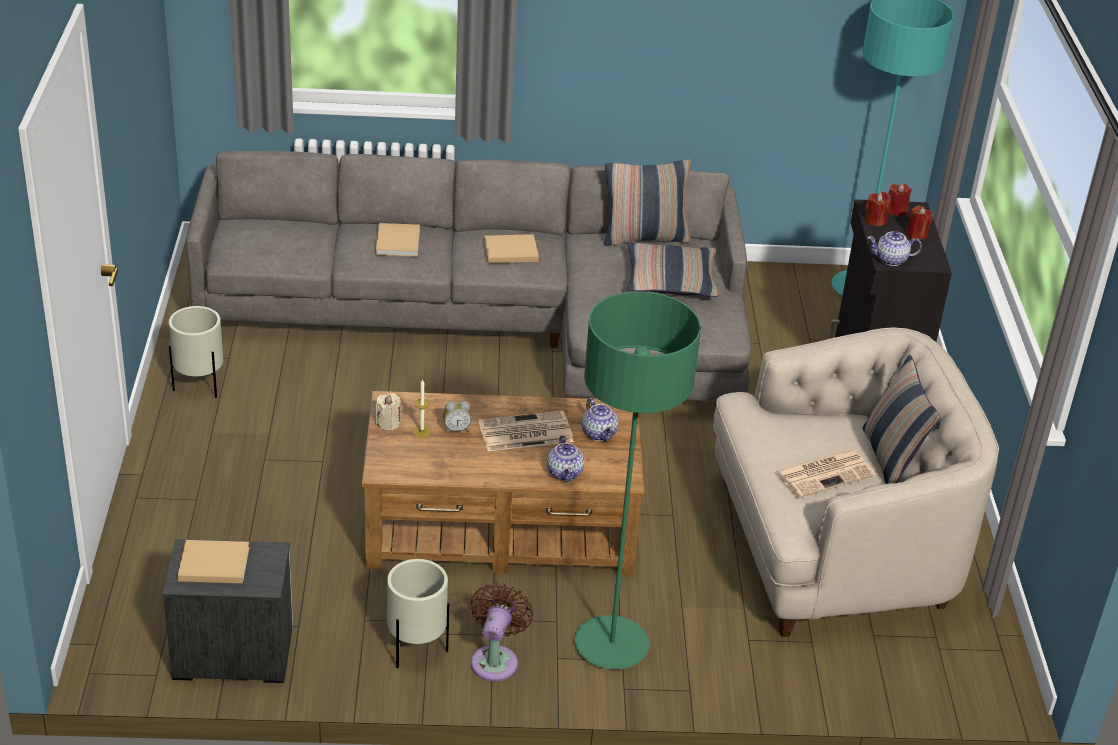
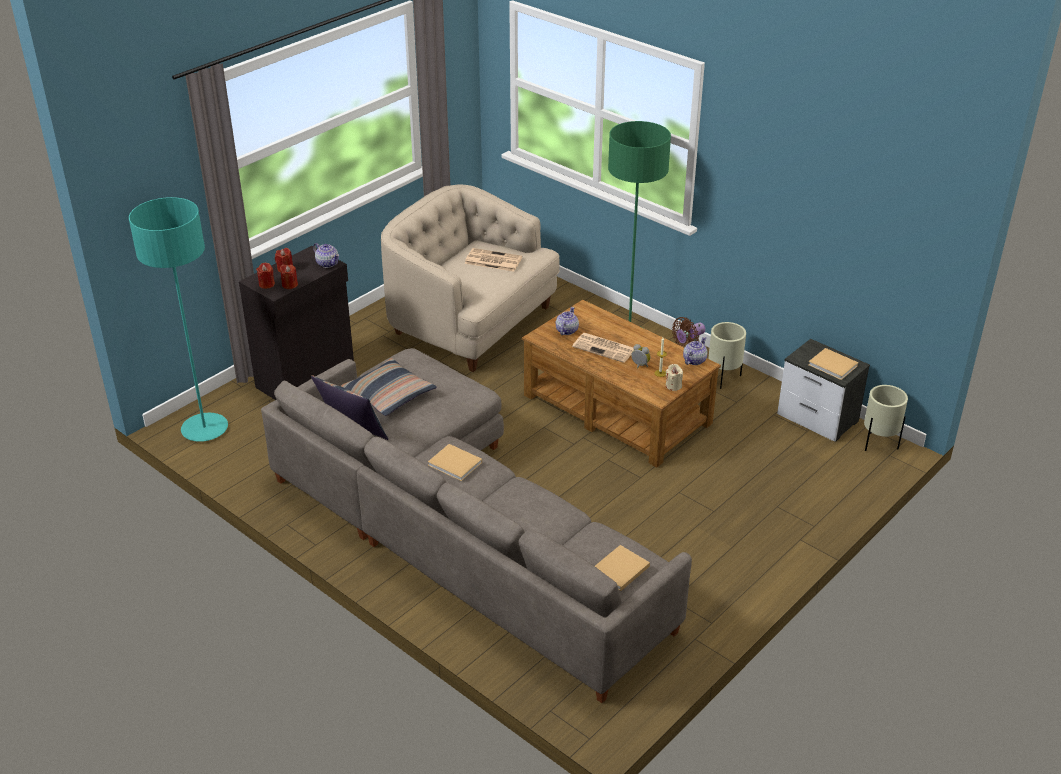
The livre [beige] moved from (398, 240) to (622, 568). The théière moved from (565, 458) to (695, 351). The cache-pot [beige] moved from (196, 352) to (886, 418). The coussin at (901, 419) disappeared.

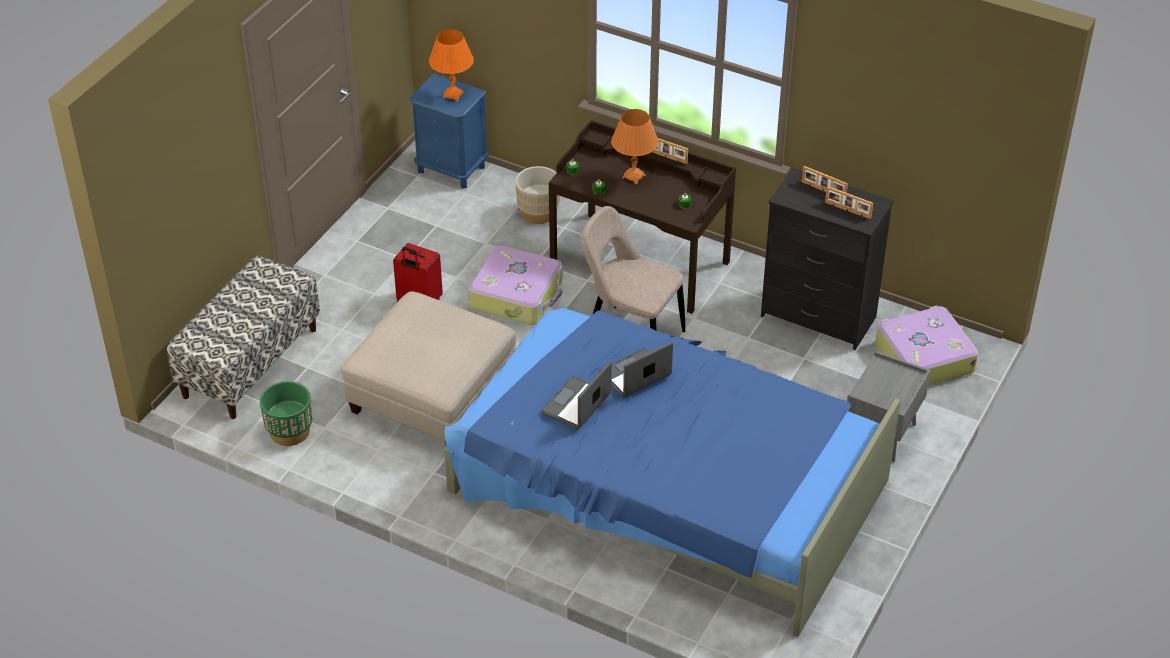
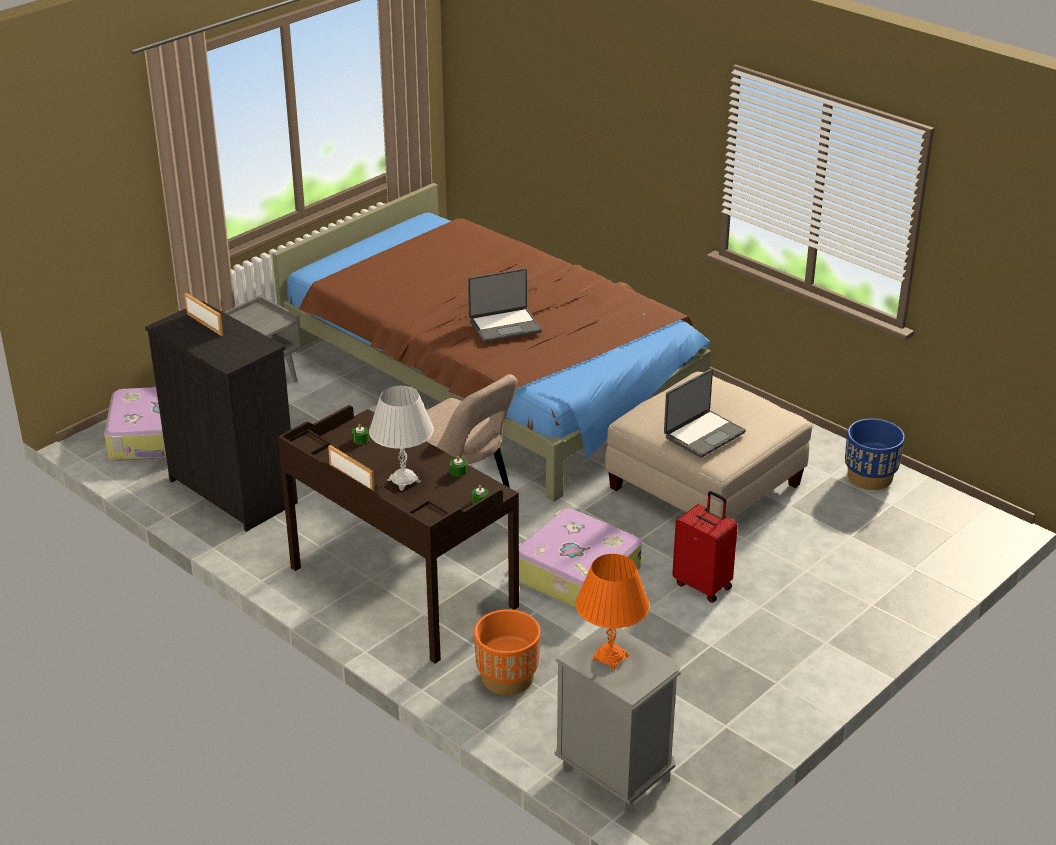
The lit [bleu] at (672, 472) became the lit [marron] at (491, 342). The lampe de table [orange] at (635, 146) became the lampe de table [blanc] at (401, 438). The cache-pot [beige] at (538, 195) became the cache-pot [orange] at (507, 652). The table de chevet [bleu] at (449, 131) became the table de chevet [gris] at (617, 720). The ordinateur portable moved from (576, 395) to (705, 413). The cache-pot [vert] at (286, 413) became the cache-pot [bleu] at (875, 454). The banc at (243, 337) disappeared. The cadre photo at (825, 179) disappeared.

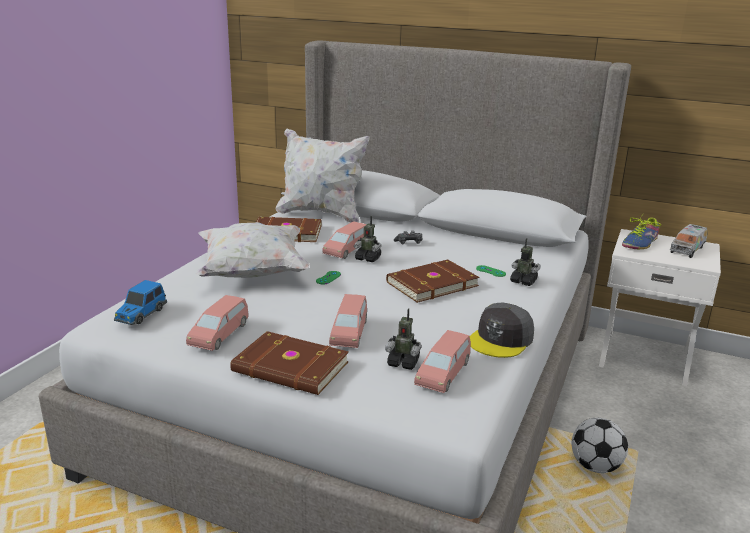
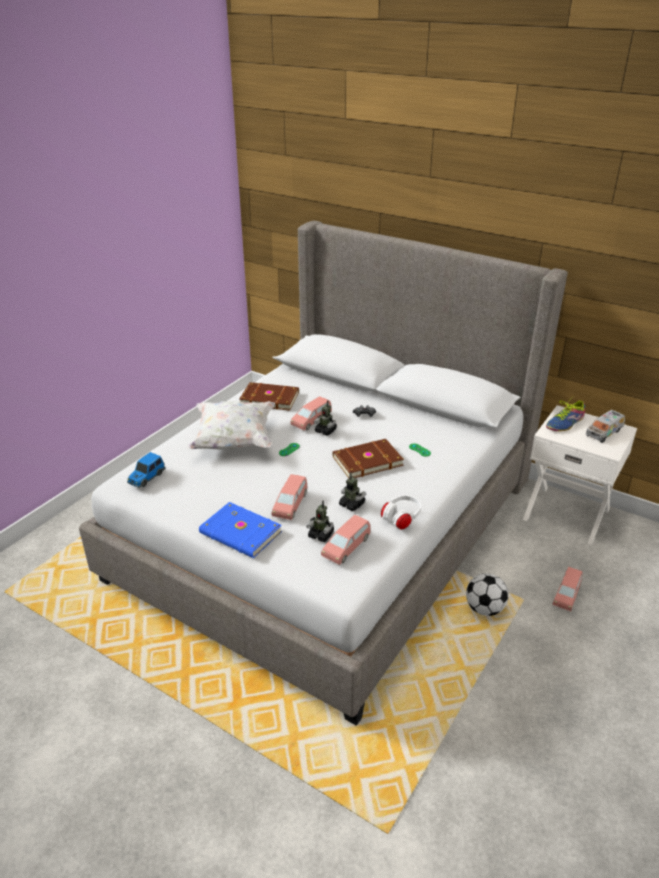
The livre [marron] at (289, 363) became the livre [bleu] at (240, 530). The robot jouet moved from (525, 262) to (352, 491). The casquette [gris] at (502, 330) was replaced by the casque audio [blanc] at (401, 512). The petite voiture [rose] moved from (217, 323) to (568, 589). The coussin [blanc] at (323, 176) disappeared.

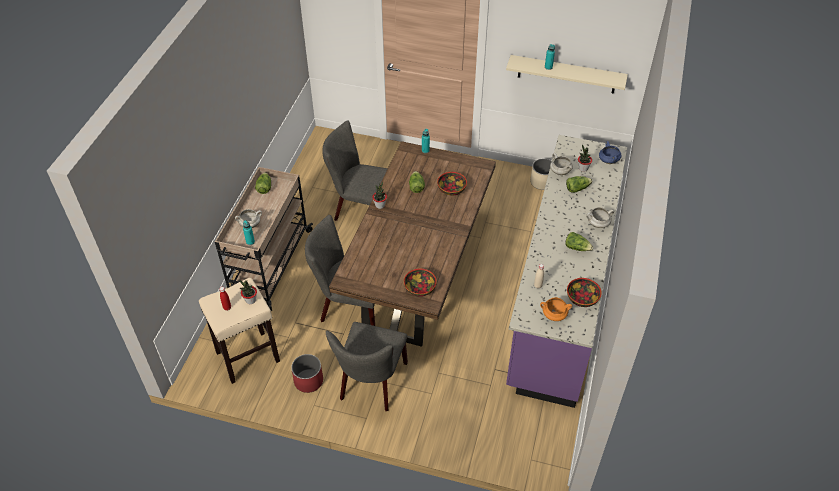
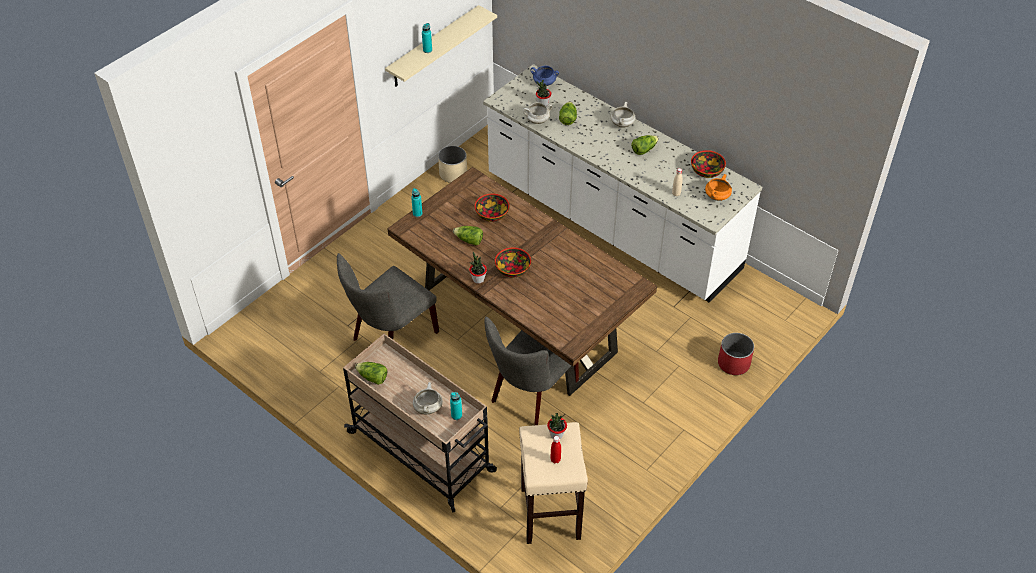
The comptoir de cuisine [violet] at (566, 271) became the comptoir de cuisine [blanc] at (622, 183). The bol moved from (420, 282) to (513, 262). The cache-pot [rouge] moved from (307, 373) to (736, 354). The chaise [gris] at (367, 366) disappeared.

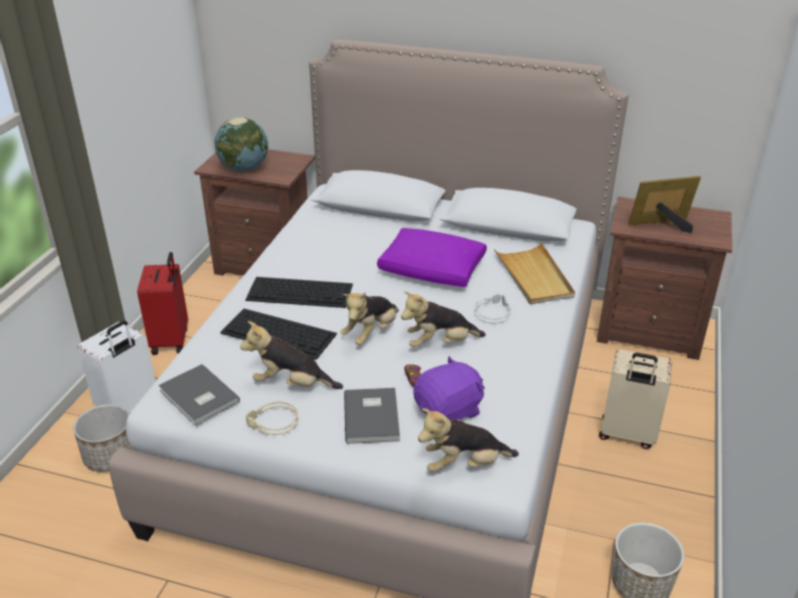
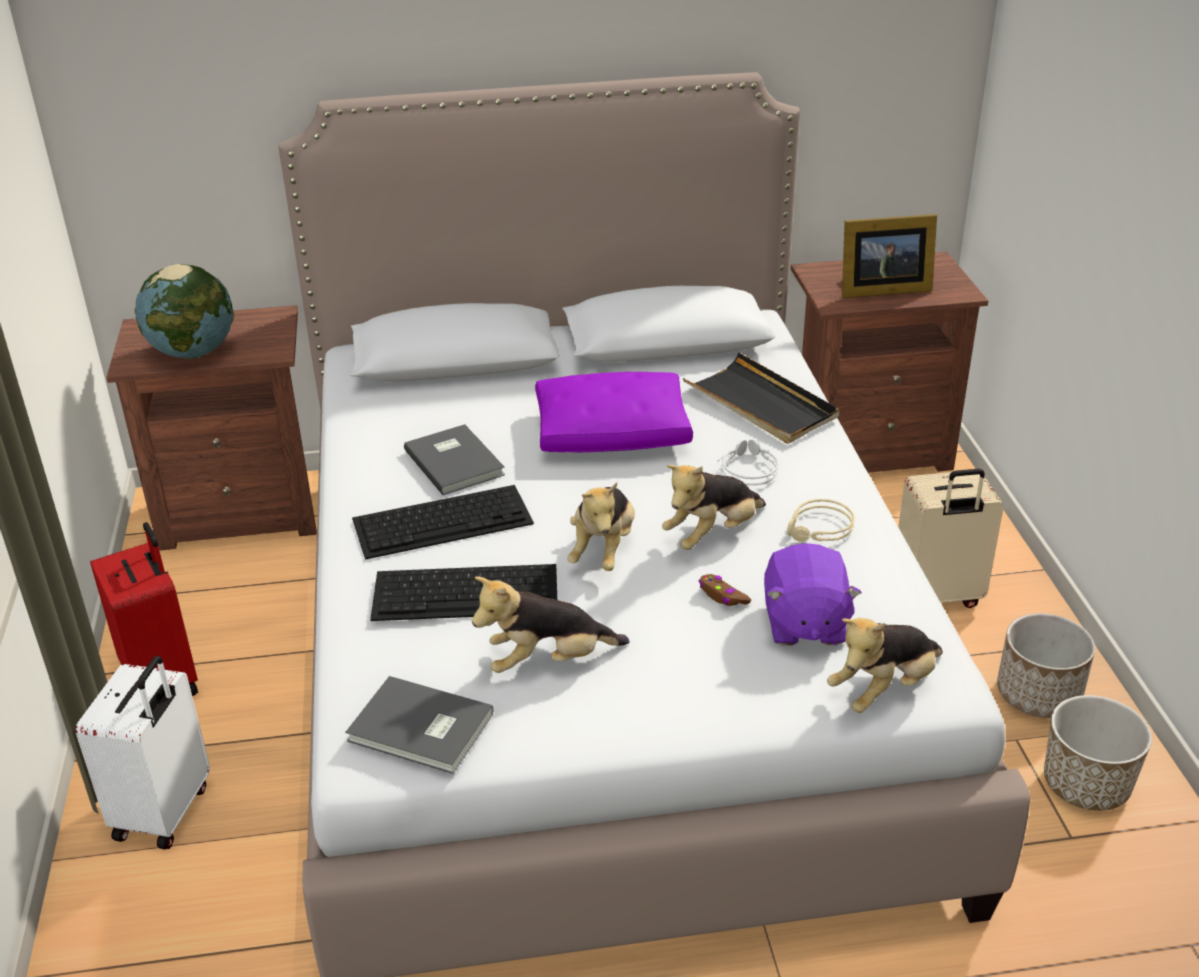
The livre [gris] moved from (372, 416) to (454, 459). The plateau [beige] at (534, 273) became the plateau [noir] at (761, 398). The peluche [violet] at (449, 388) turned 150 degrees clockwise. The casque audio [beige] moved from (272, 418) to (821, 520). The cadre photo at (664, 204) turned 150 degrees counterclockwise. The cache-pot moved from (101, 438) to (1046, 665).

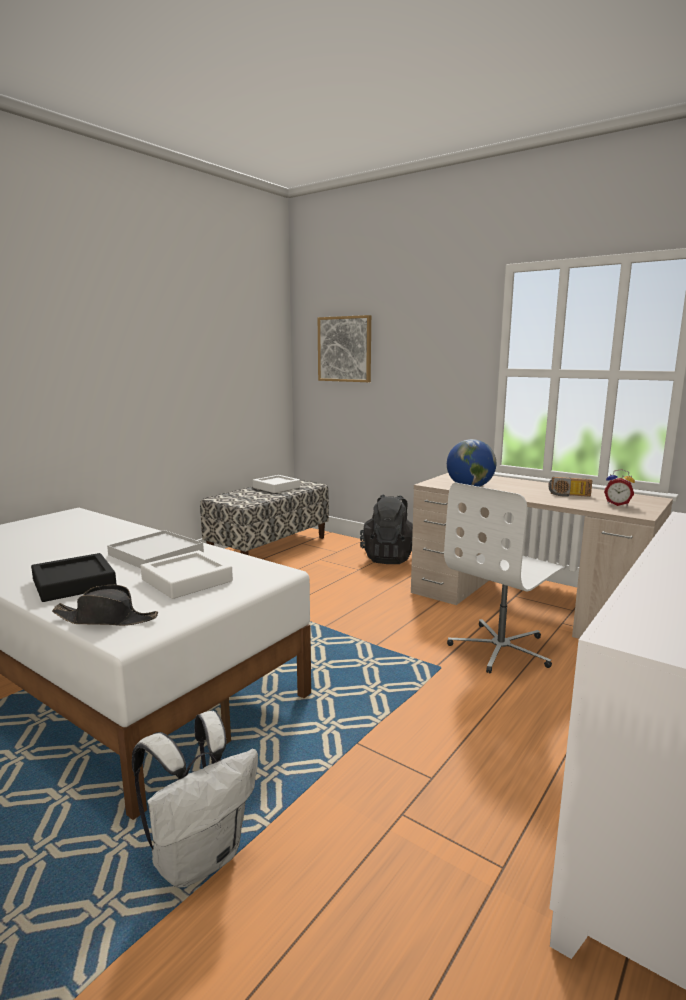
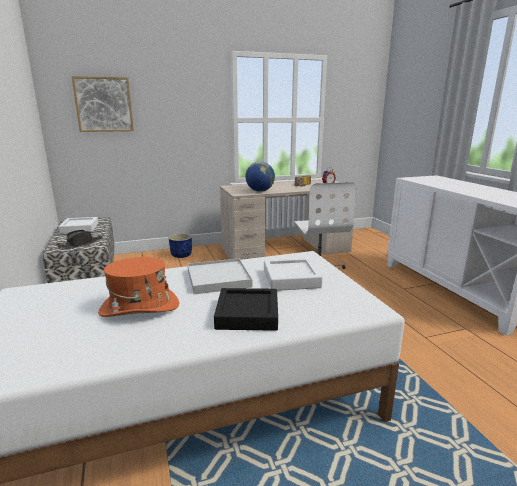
The chapeau [noir] moved from (105, 605) to (79, 239). The chapeau [orange] at (138, 287) appeared. The sac à dos [noir] at (386, 529) was replaced by the cache-pot [bleu] at (180, 245). The sac à dos [blanc] at (195, 799) disappeared.

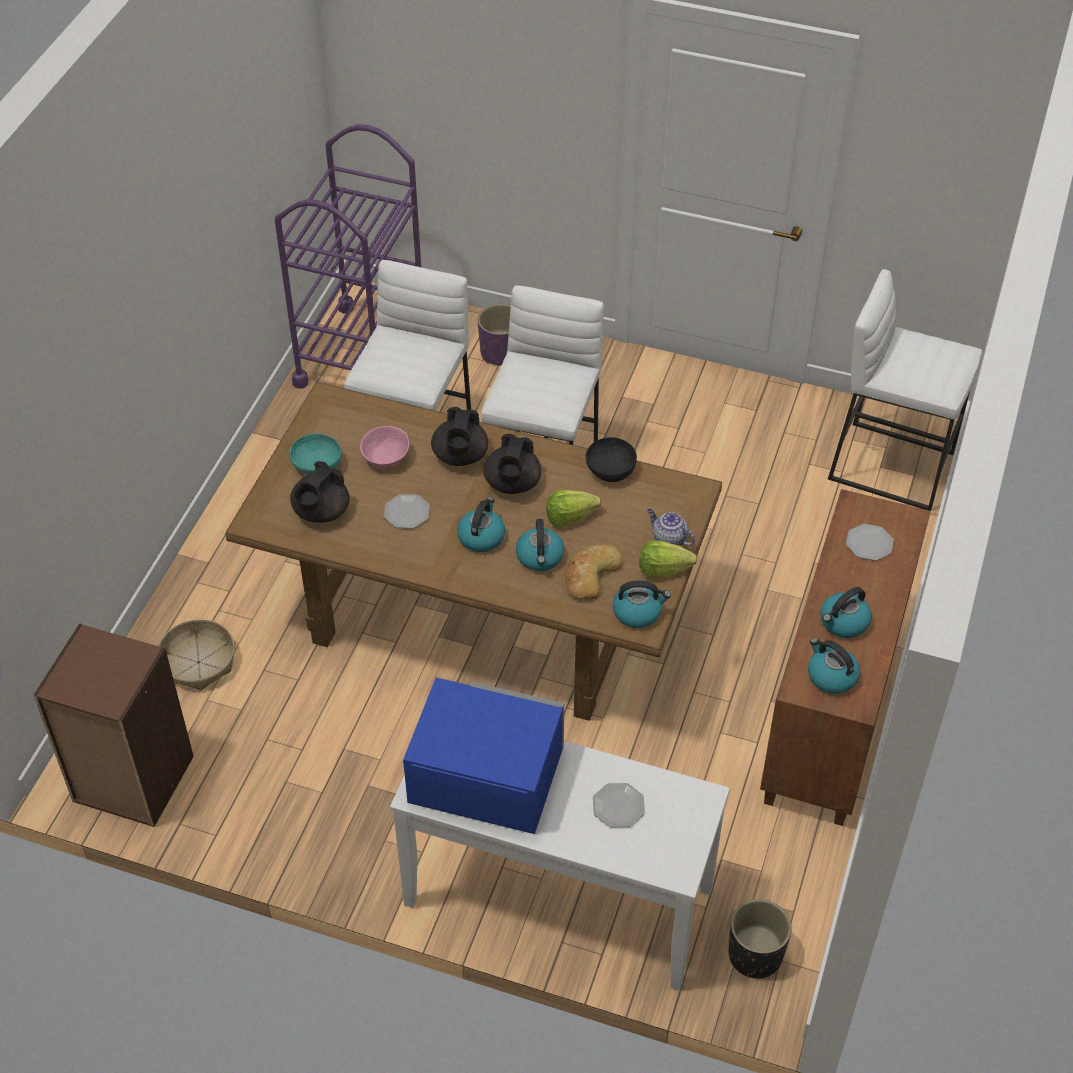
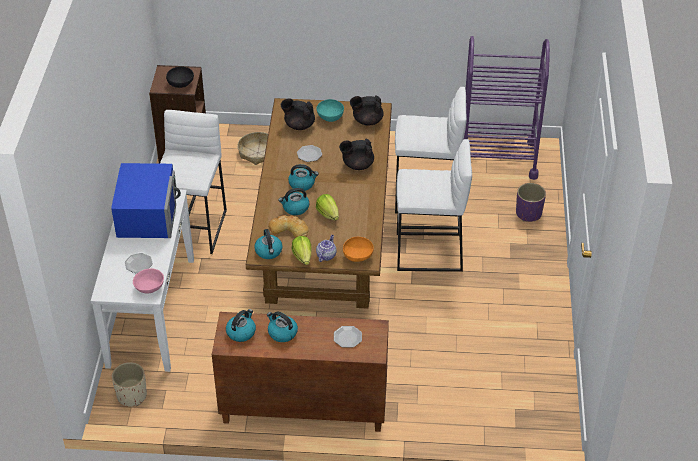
The cache-pot [noir] at (760, 939) became the cache-pot [beige] at (129, 384). The bol [rose] moved from (385, 447) to (148, 280). The tabouret [blanc] moved from (905, 390) to (193, 182). The bol [noir] moved from (611, 459) to (180, 77). The bol [orange] at (358, 249) appeared. The théière [noir] moved from (512, 464) to (367, 110).

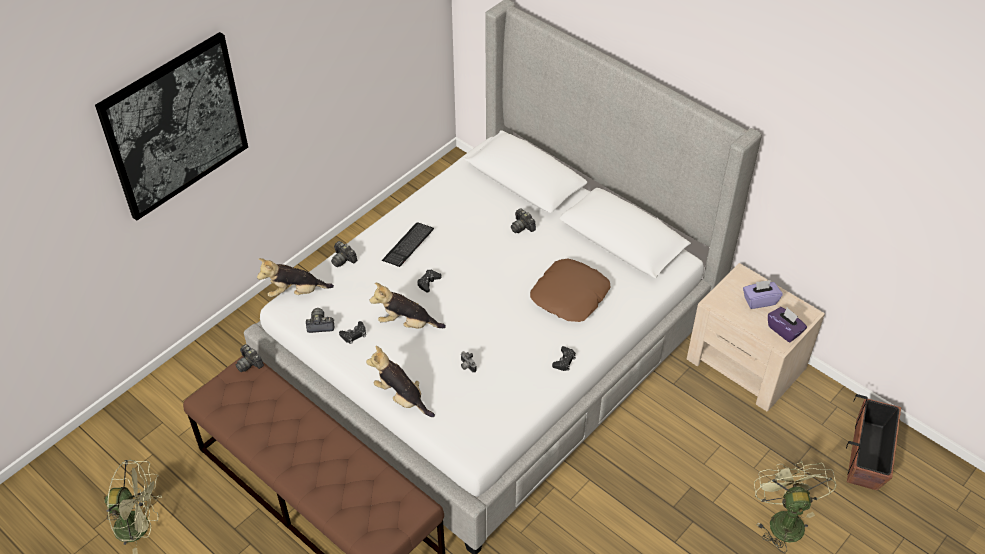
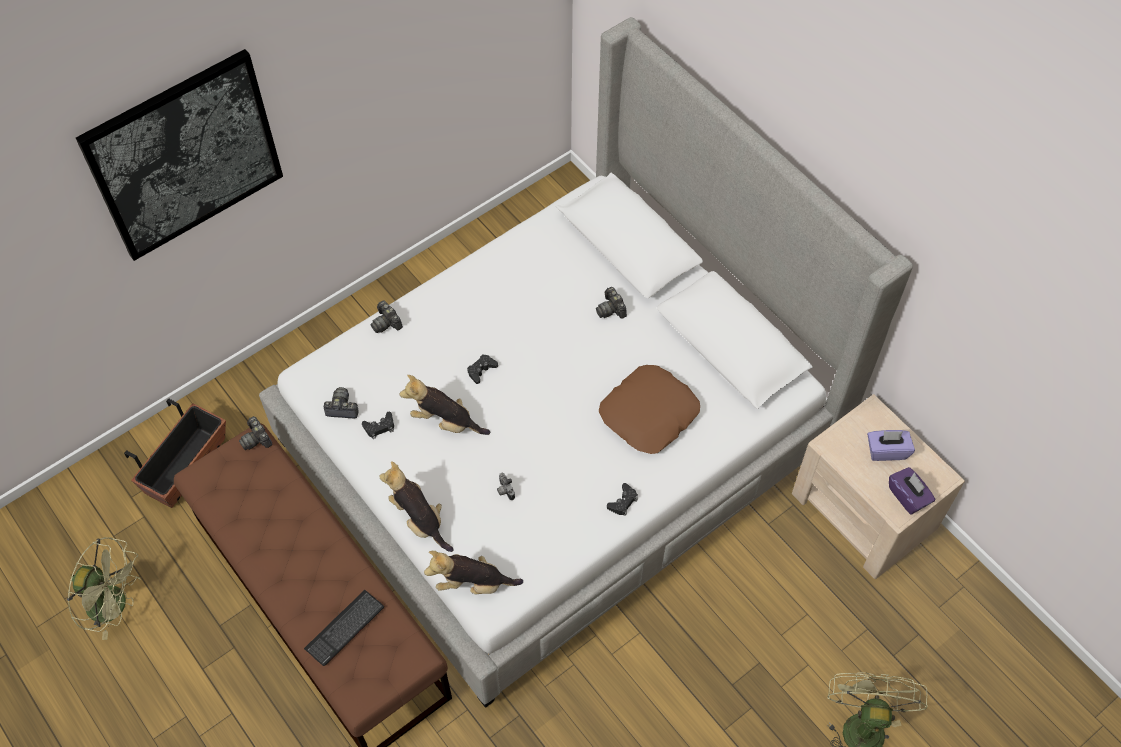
The cache-pot moved from (873, 442) to (175, 453). The clavier moved from (408, 244) to (344, 628). The peluche moved from (295, 277) to (473, 572).

